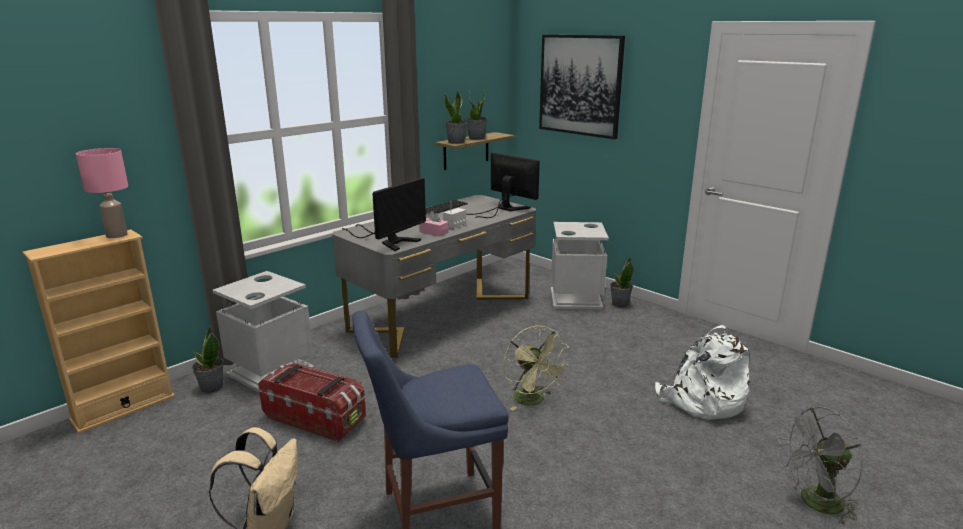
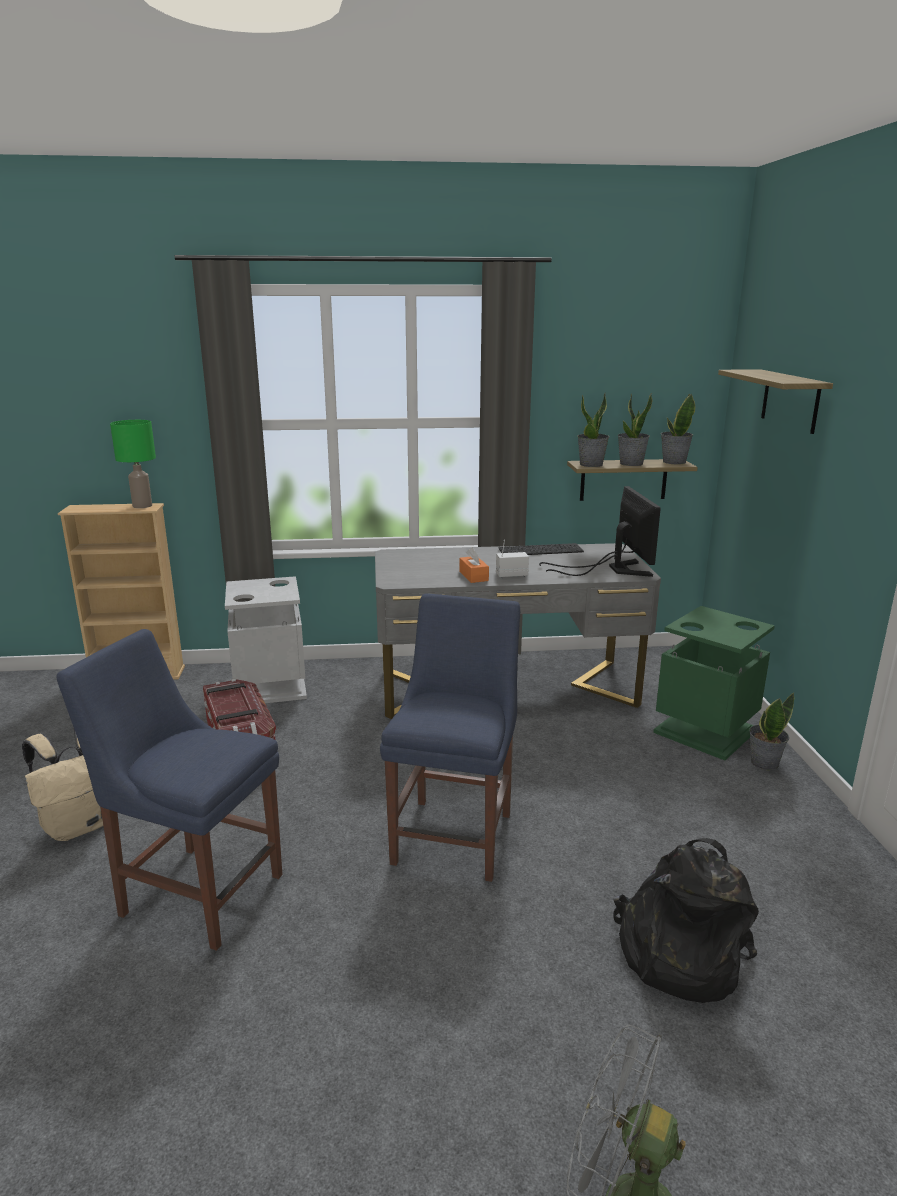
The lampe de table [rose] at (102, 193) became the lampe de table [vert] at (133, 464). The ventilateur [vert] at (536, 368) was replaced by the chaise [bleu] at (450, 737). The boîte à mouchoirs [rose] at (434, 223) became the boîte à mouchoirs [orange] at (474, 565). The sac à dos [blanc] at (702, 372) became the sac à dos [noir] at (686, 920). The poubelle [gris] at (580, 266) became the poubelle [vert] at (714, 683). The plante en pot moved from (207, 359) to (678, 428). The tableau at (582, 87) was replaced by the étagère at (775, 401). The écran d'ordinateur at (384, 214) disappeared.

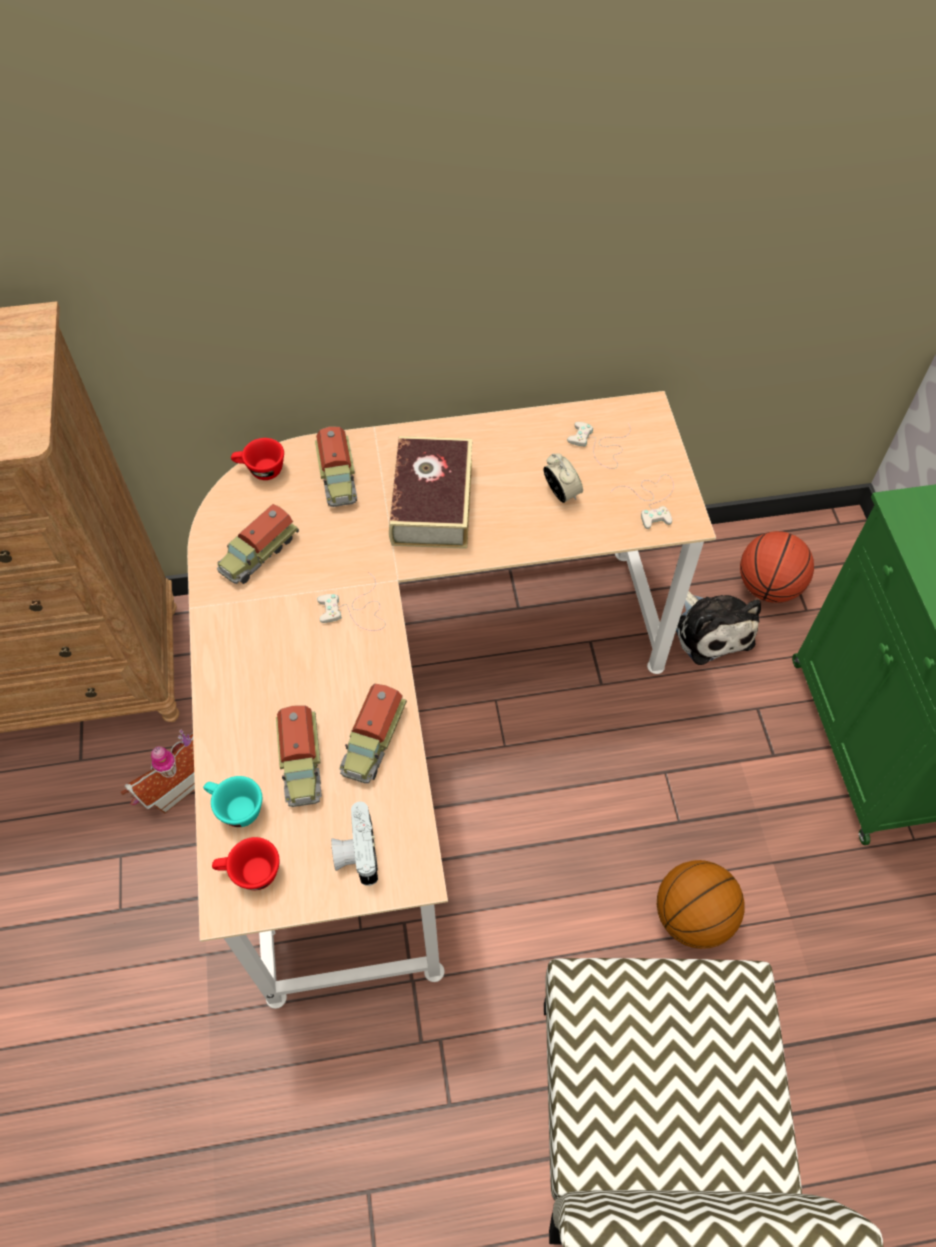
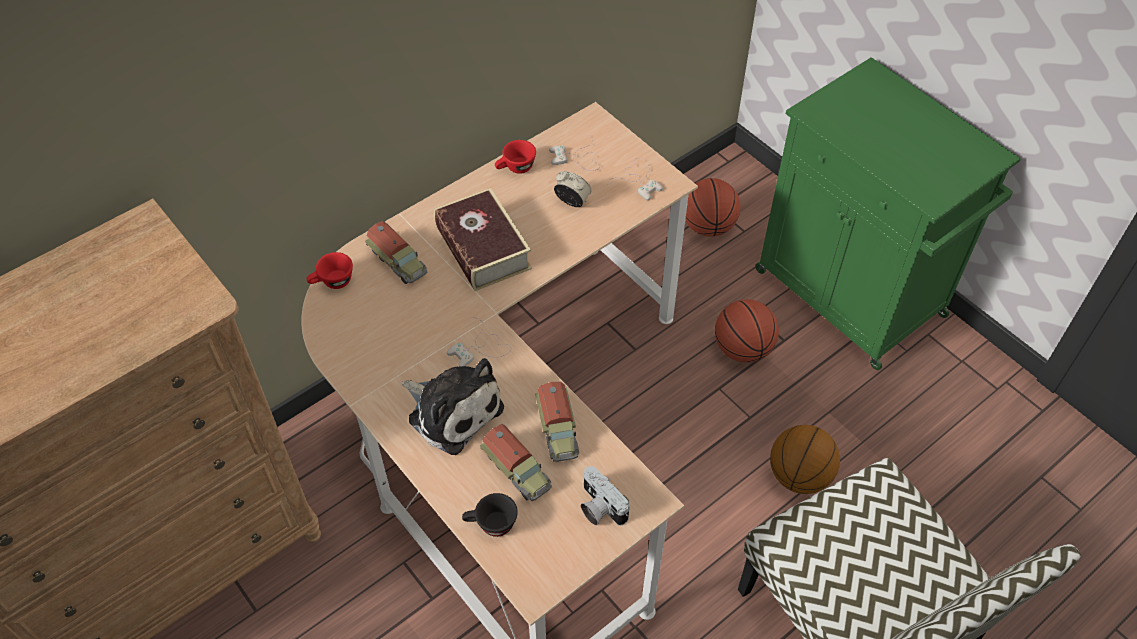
The peluche moved from (718, 628) to (453, 406). The tasse [turquoise] at (232, 801) became the tasse [noir] at (490, 515). The tasse [rouge] moved from (246, 863) to (515, 157). The ballon de basket at (747, 331) appeared. The maison miniature at (158, 771) disappeared. The camion jouet at (258, 544) disappeared.

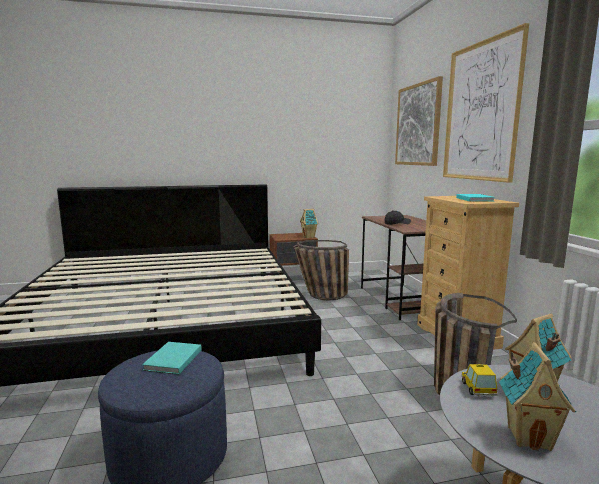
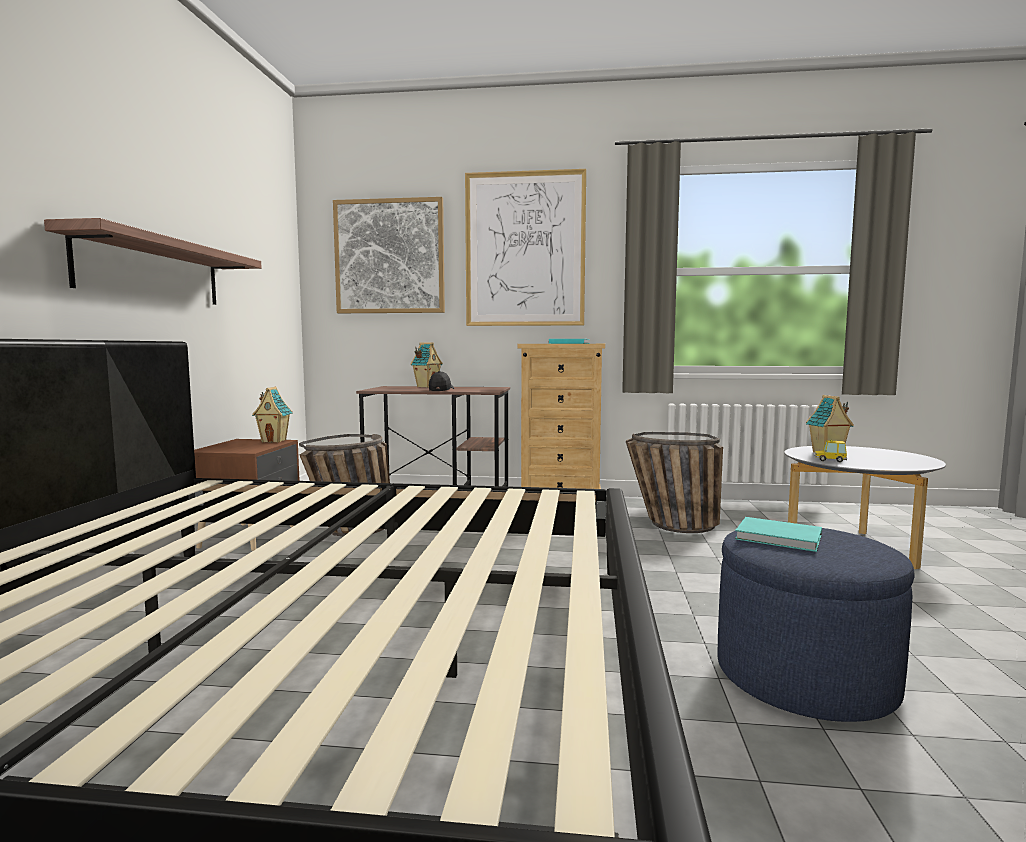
The étagère at (152, 261) appeared. The maison miniature moved from (537, 396) to (427, 365).

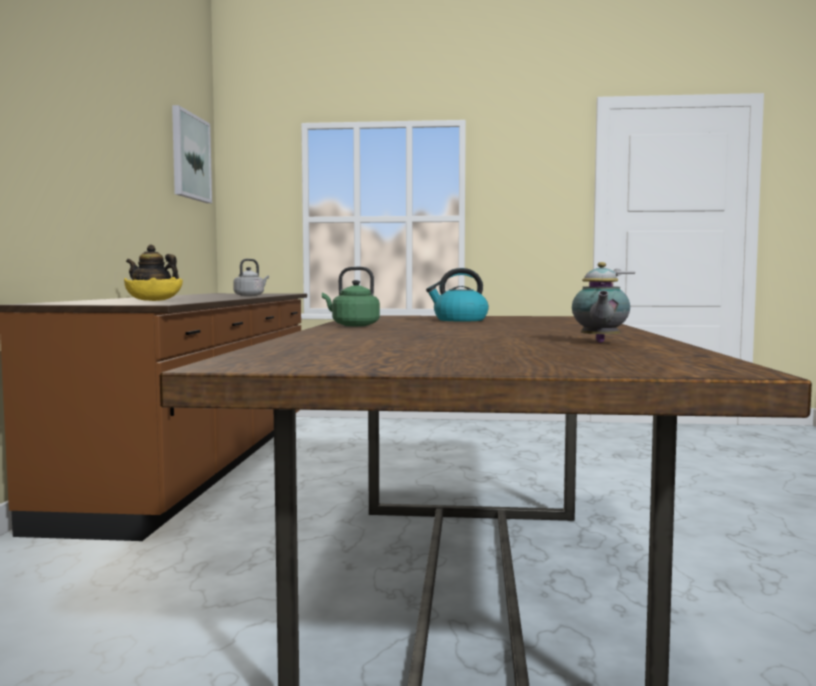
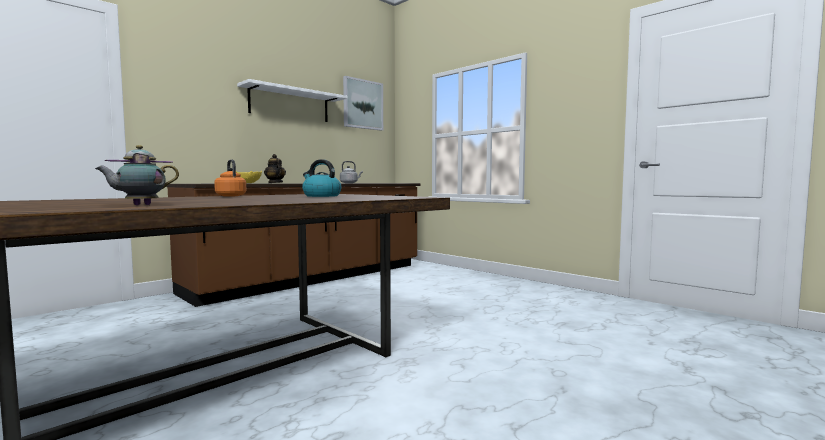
The bouilloire [vert] at (351, 296) became the bouilloire [orange] at (230, 177). The étagère [blanc] at (292, 100) appeared.

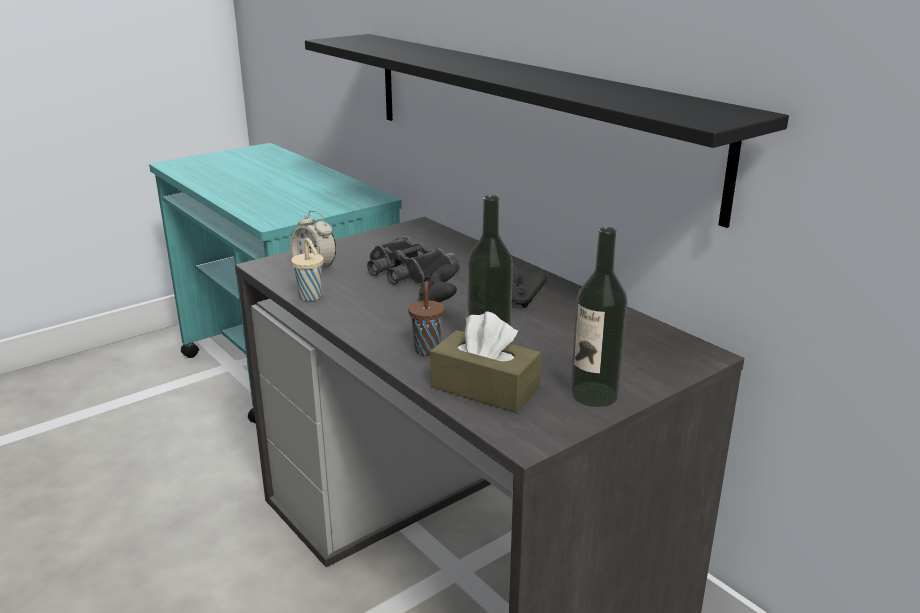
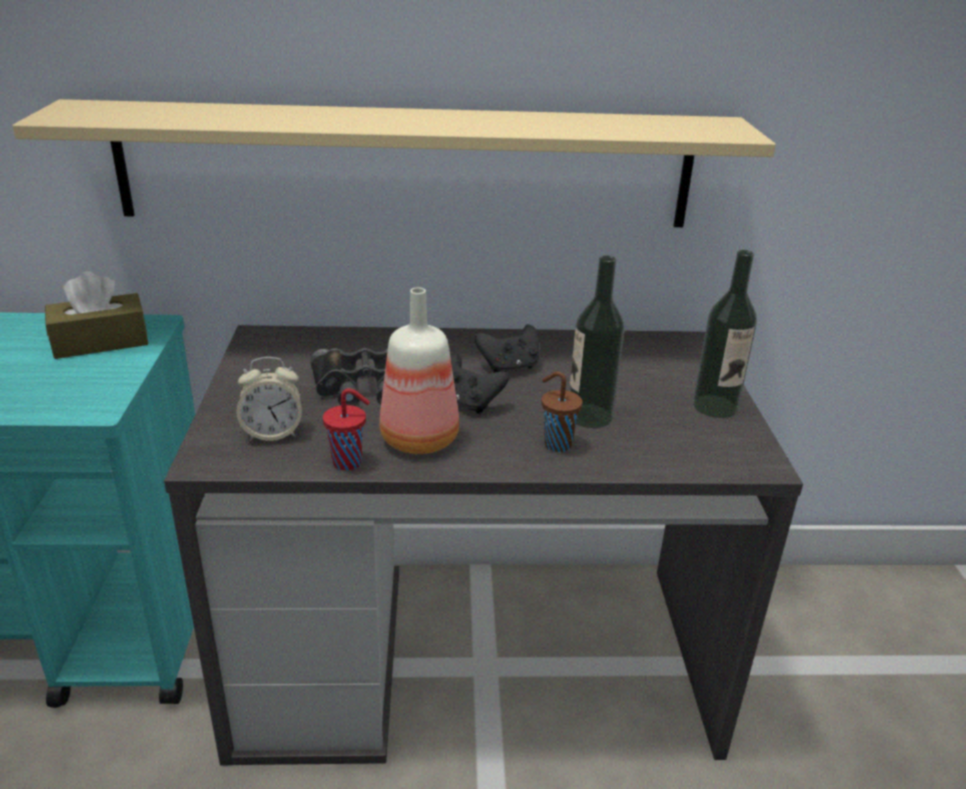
The étagère [noir] at (547, 131) became the étagère [beige] at (394, 163). The boîte à mouchoirs [marron] moved from (486, 362) to (96, 315). The tasse [beige] at (307, 269) became the tasse [rouge] at (346, 429). The bouteille at (419, 370) appeared.

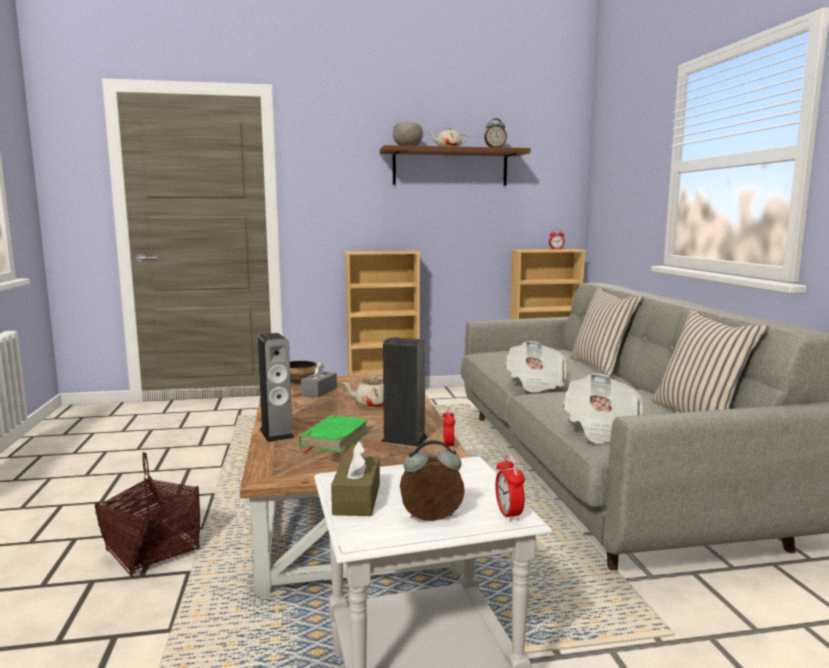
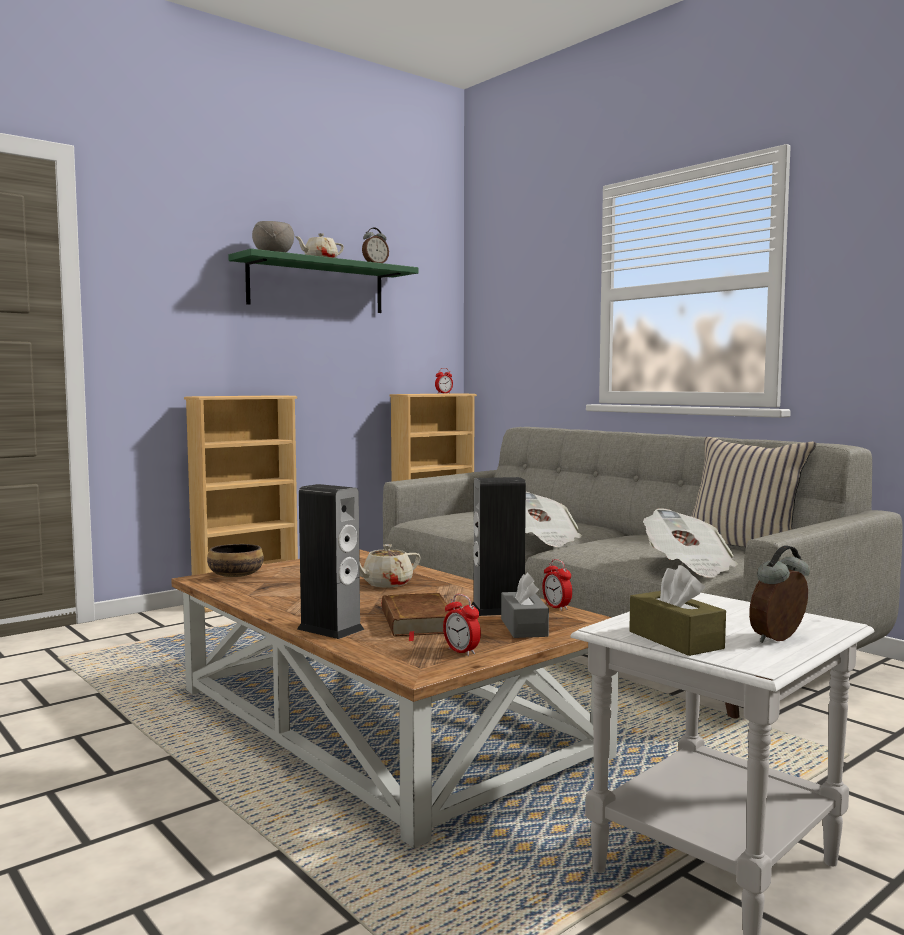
The étagère [marron] at (455, 165) became the étagère [vert] at (324, 281). The livre [vert] at (334, 434) became the livre [marron] at (416, 617). The réveil moved from (510, 488) to (462, 625). The boîte à mouchoirs [gris] moved from (319, 379) to (525, 605). The panier at (147, 514) disappeared. The coussin [beige] at (606, 332) disappeared.

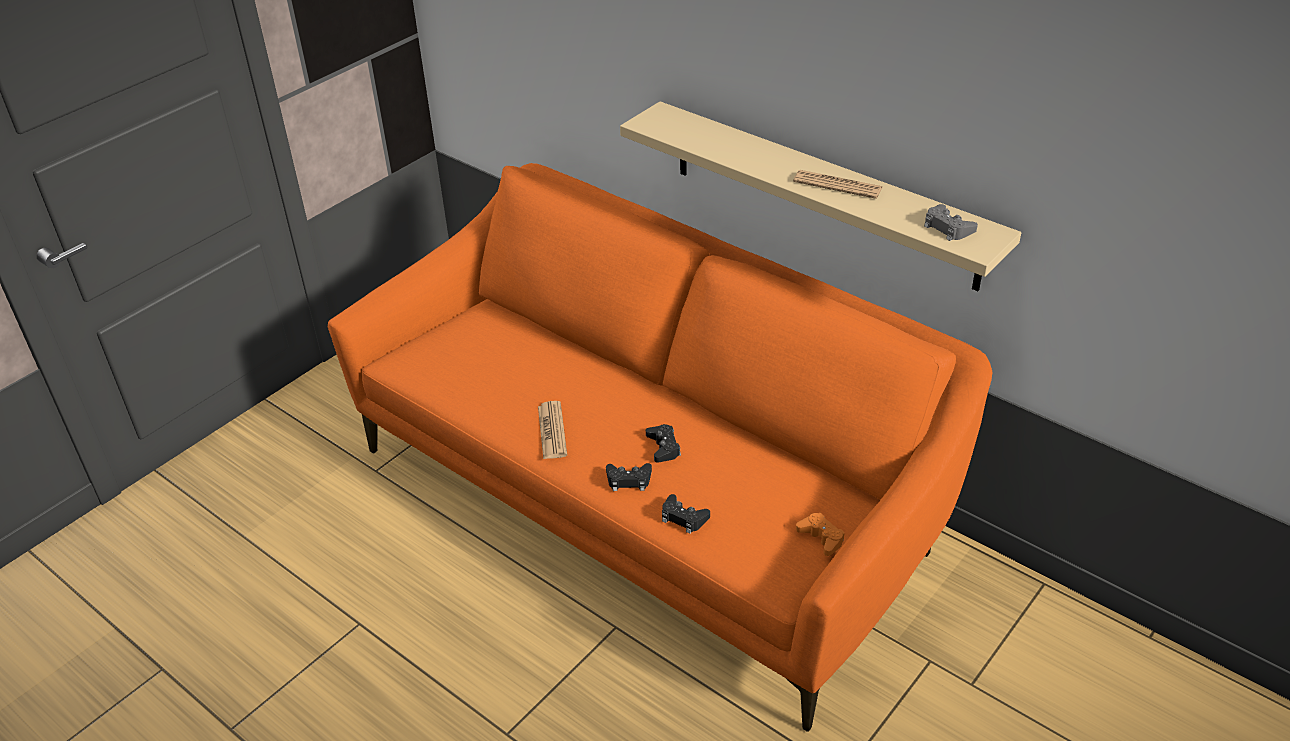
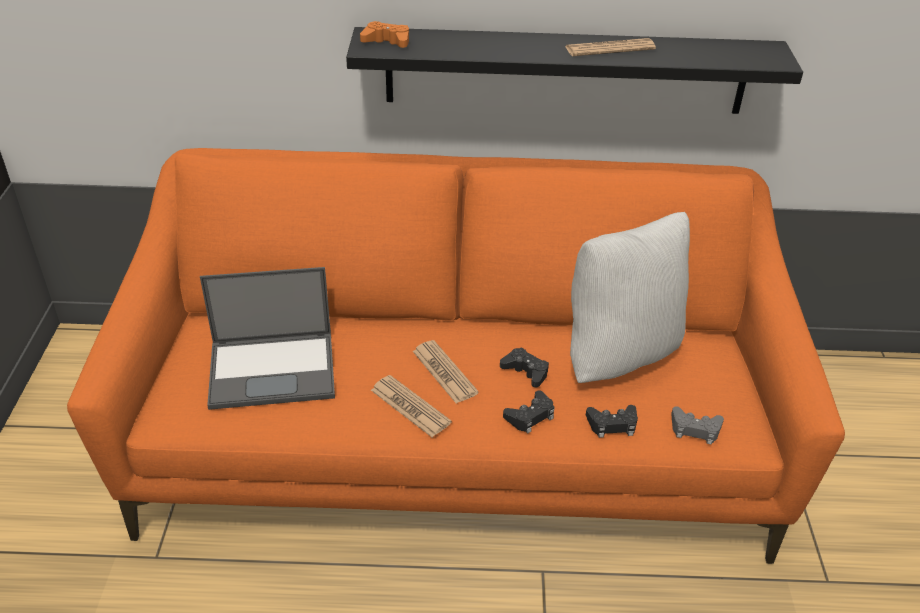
The ordinateur portable at (267, 338) appeared. The étagère [beige] at (820, 196) became the étagère [noir] at (574, 70). The manette [orange] moved from (820, 534) to (384, 34). The journal at (446, 371) appeared. The coussin [blanc] at (630, 297) appeared. The manette [gris] moved from (951, 222) to (697, 425).

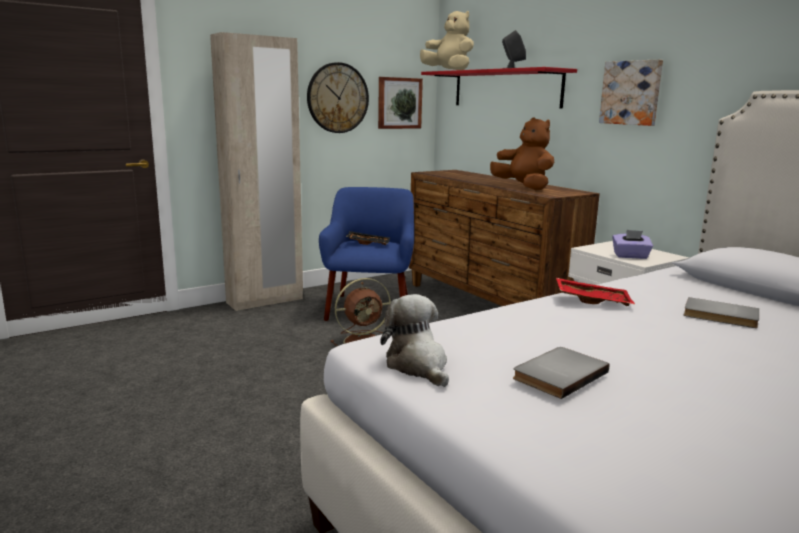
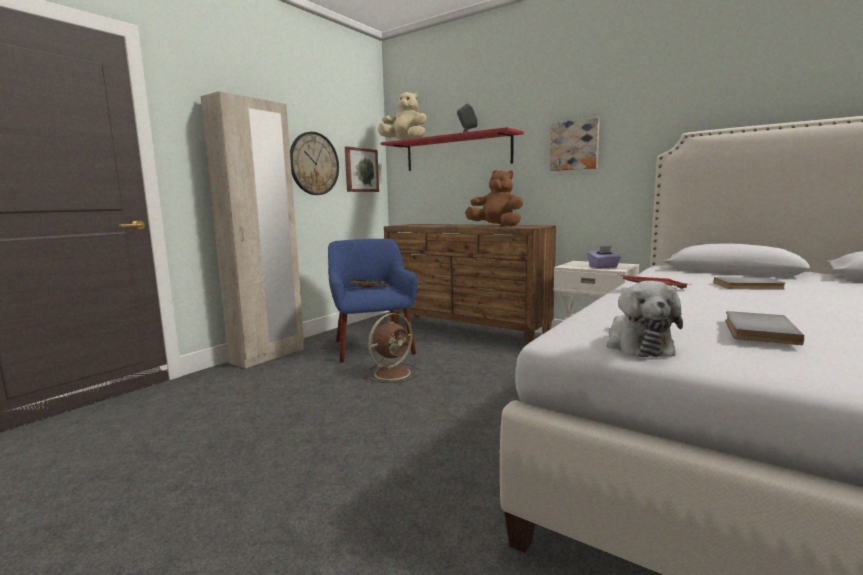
The peluche at (414, 340) turned 135 degrees counterclockwise.

